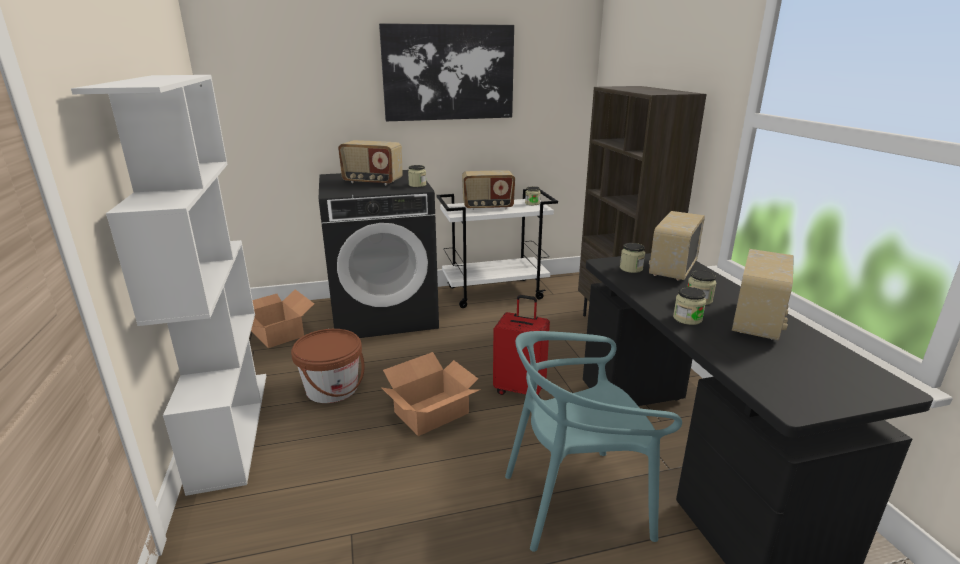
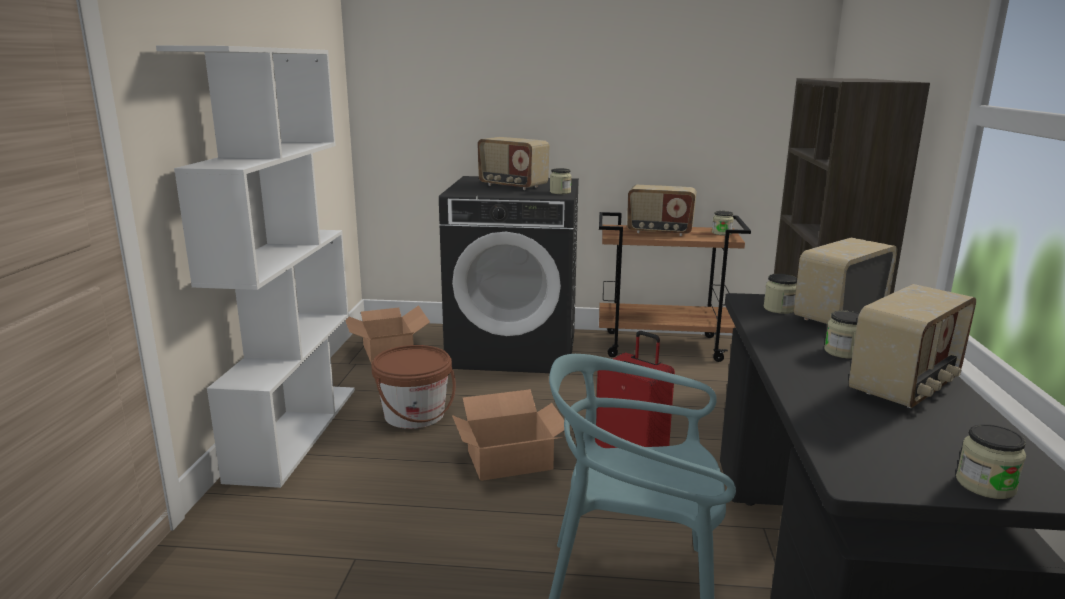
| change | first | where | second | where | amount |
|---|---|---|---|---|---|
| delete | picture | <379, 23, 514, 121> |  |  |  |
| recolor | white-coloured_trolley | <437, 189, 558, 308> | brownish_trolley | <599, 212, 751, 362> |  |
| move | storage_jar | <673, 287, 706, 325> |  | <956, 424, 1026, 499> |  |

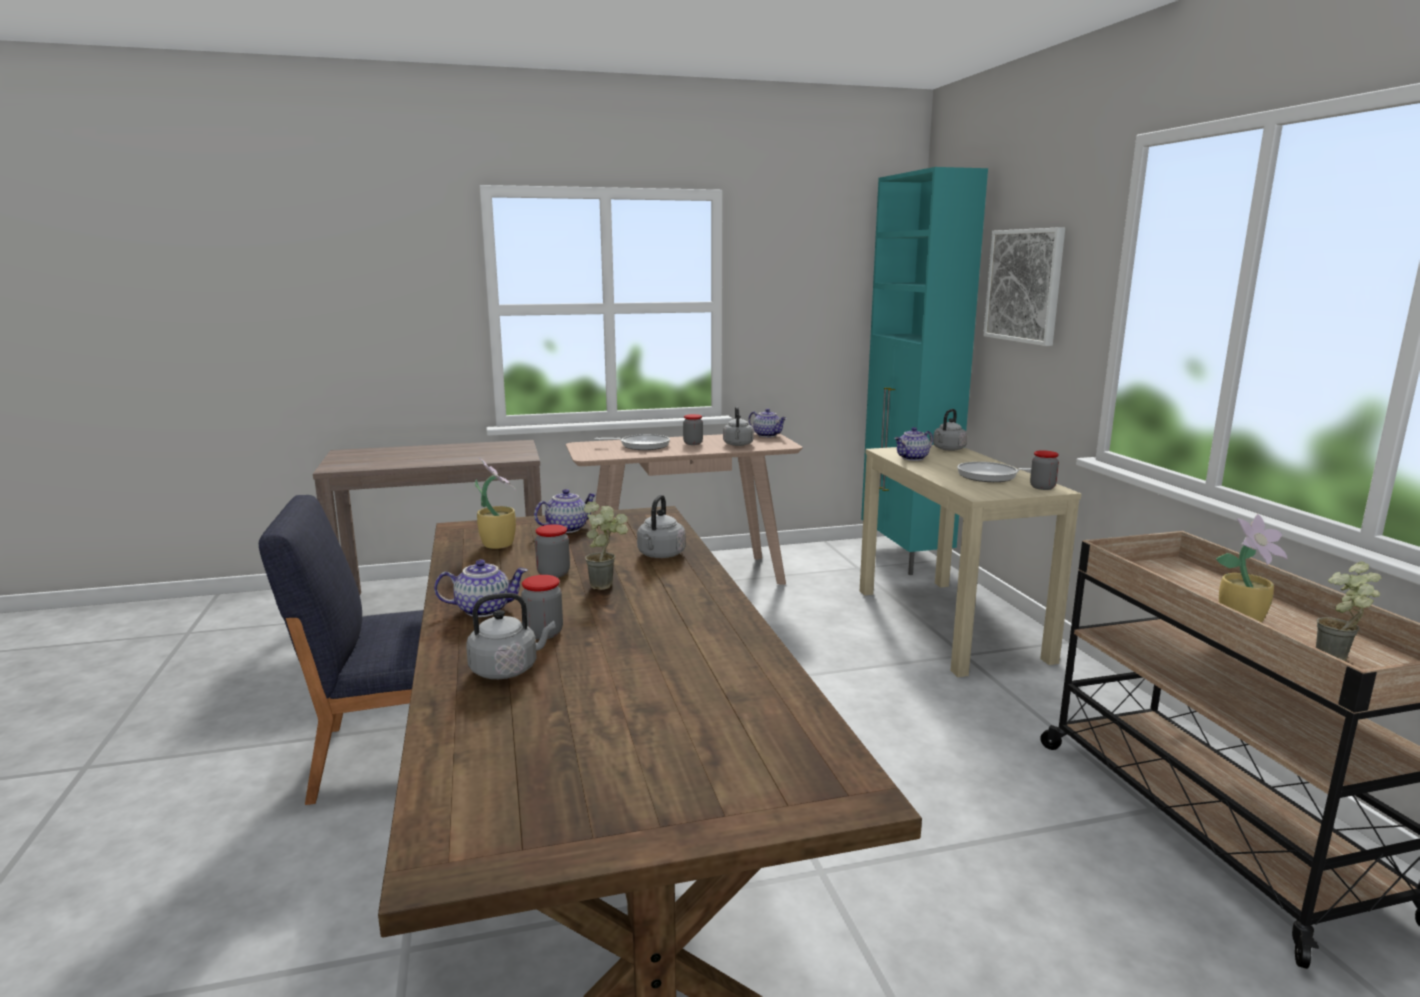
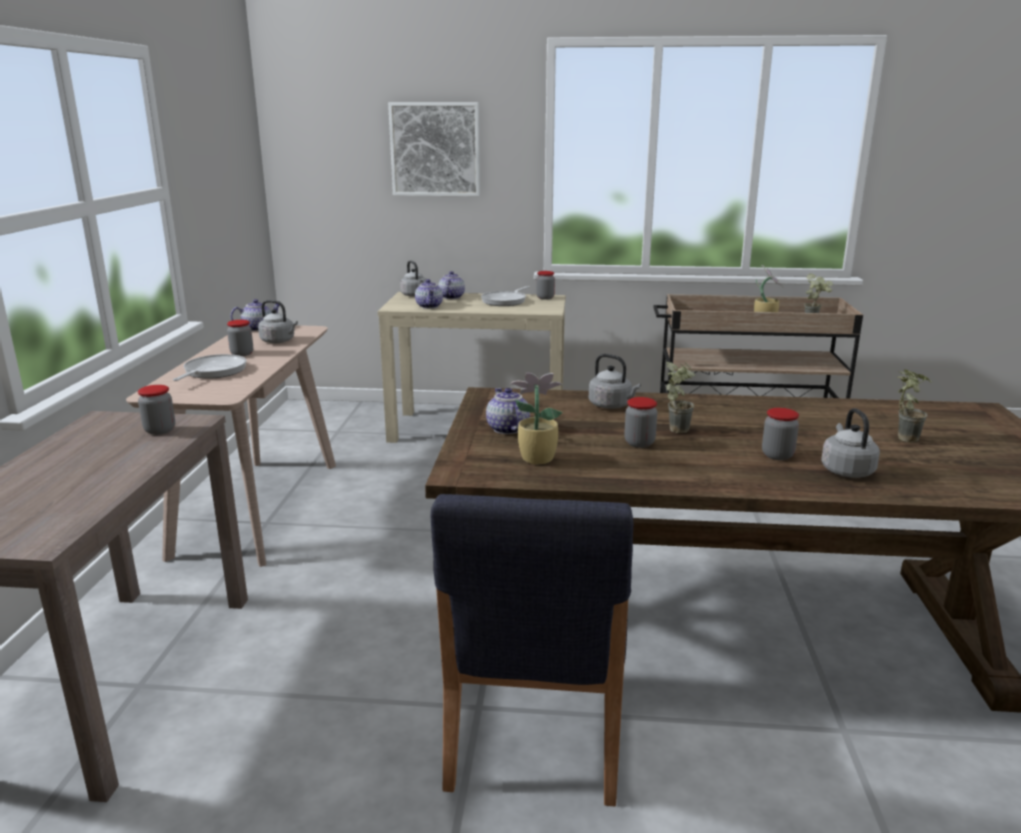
| change | first | where | second | where | amount |
|---|---|---|---|---|---|
| delete | blue-green_storage_cabinet | <861, 167, 988, 575> |  |  |  |
| move | pot_for_tea | <434, 559, 528, 617> |  | <438, 271, 465, 299> |  |
| insert |  |  | plant_in_a_pot | <897, 369, 932, 442> |  |
| insert |  |  | storage_jar | <138, 385, 175, 435> |  |

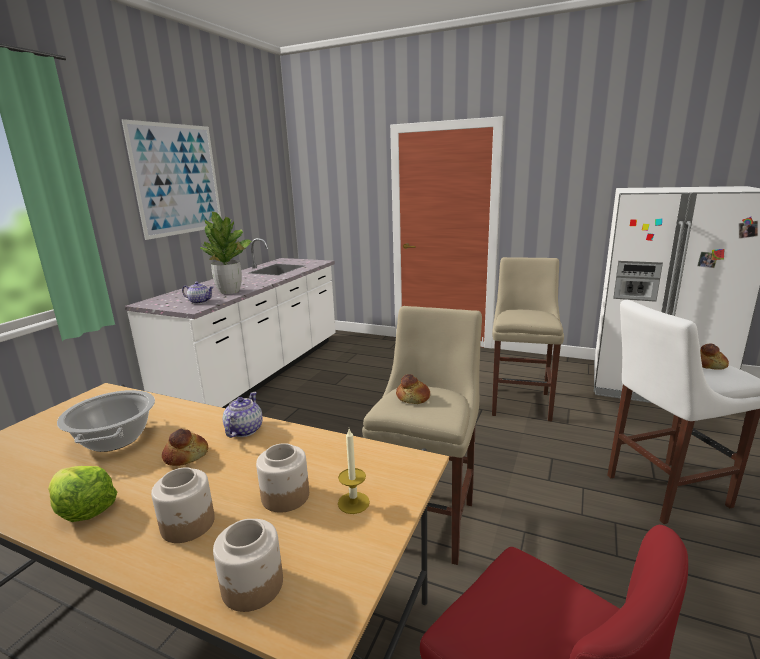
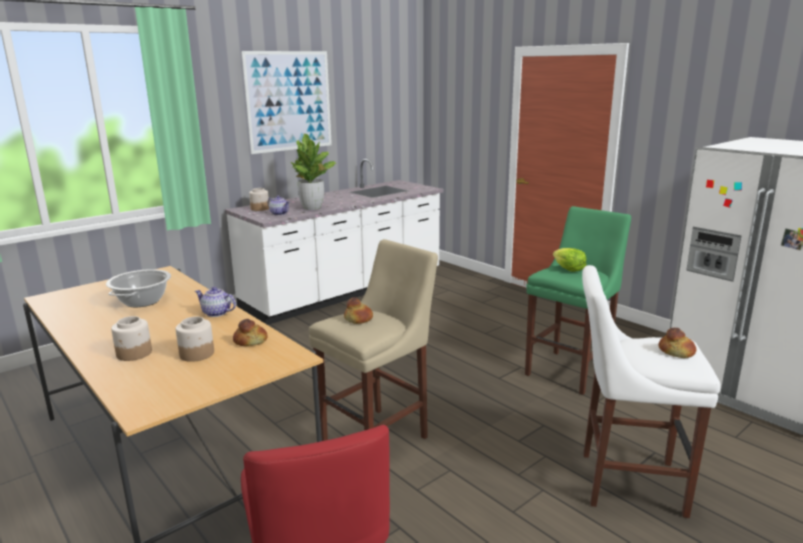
| change | first | where | second | where | amount |
|---|---|---|---|---|---|
| recolor | sand-coloured_stool_seat | <492, 257, 564, 421> | greenish_stool_seat | <525, 206, 631, 395> |  |
| rotate | pot_for_tea | <223, 392, 262, 438> |  | <195, 287, 236, 317> | 105 degrees counterclockwise |
| move | baked_bread | <162, 429, 208, 466> |  | <233, 319, 267, 346> |  |
| delete | wax_candle | <338, 429, 370, 514> |  |  |  |
| move | lettuce_head | <48, 466, 117, 522> |  | <553, 248, 586, 272> |  |
| move | storage_jar | <213, 519, 283, 612> |  | <249, 188, 269, 211> |  |

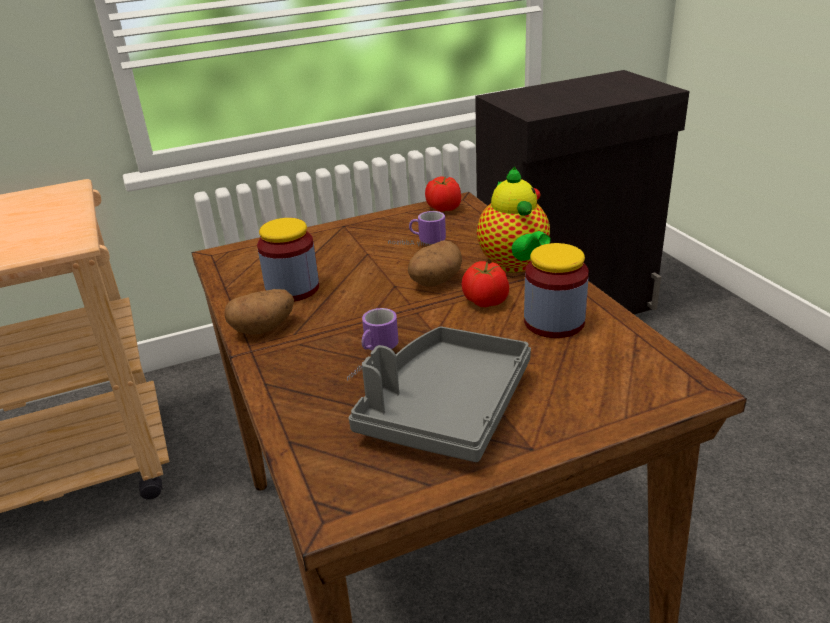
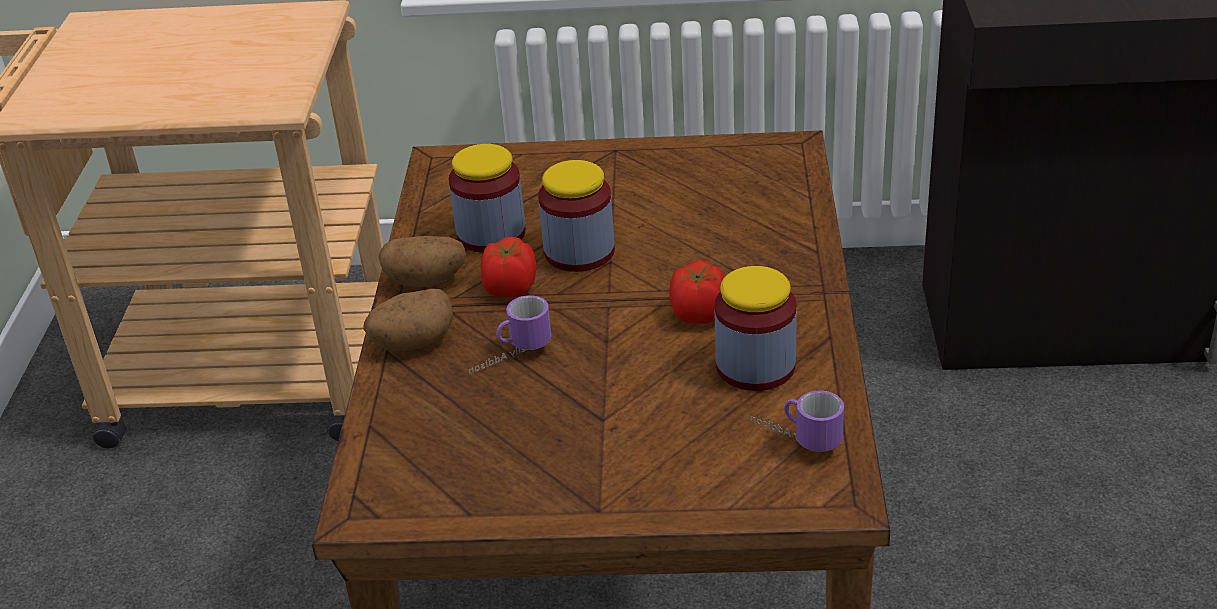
| change | first | where | second | where | amount |
|---|---|---|---|---|---|
| delete | pot_for_tea | <477, 166, 551, 273> |  |  |  |
| move | tomato | <425, 176, 461, 212> |  | <481, 237, 536, 298> |  |
| move | tea_mug | <388, 211, 446, 246> |  | <750, 390, 844, 452> |  |
| move | spud | <408, 240, 462, 287> |  | <363, 289, 453, 352> |  |
| delete | grey_serving_tray | <349, 327, 531, 462> |  |  |  |
| insert |  |  | storage_jar | <538, 160, 615, 272> |  |

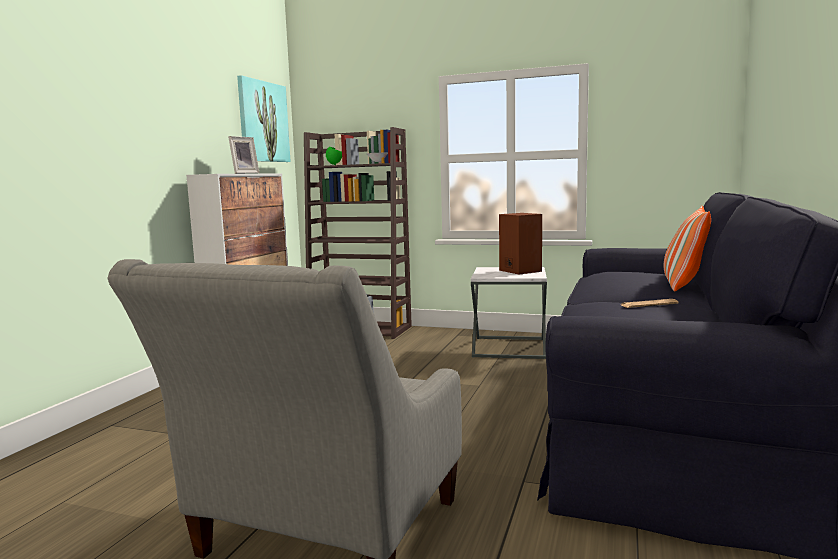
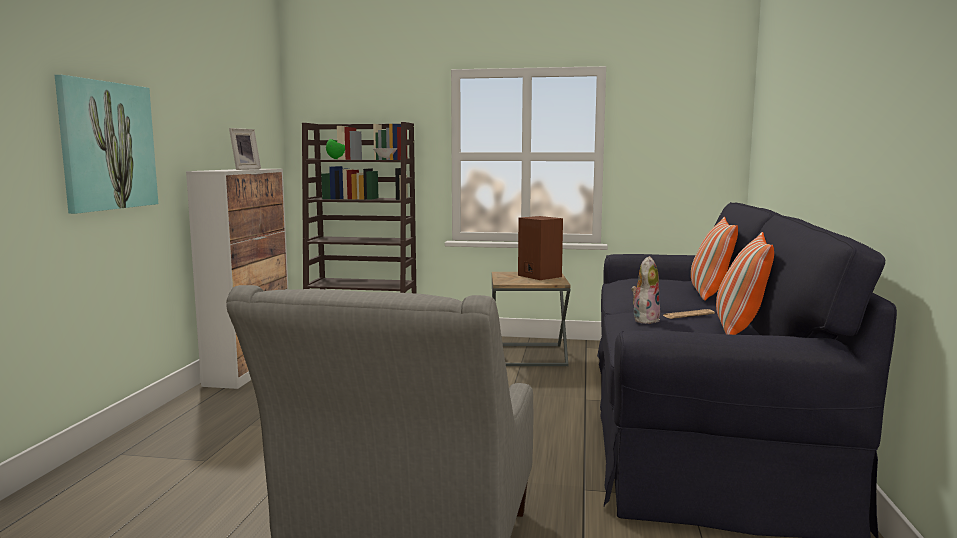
| change | first | where | second | where | amount |
|---|---|---|---|---|---|
| move | picture | <237, 75, 291, 162> |  | <55, 75, 158, 214> |  |
| recolor | white-coloured_end_table | <471, 267, 547, 359> | brownish_end_table | <492, 272, 570, 367> |  |
| insert |  |  | throw_pillow | <716, 232, 774, 335> |  |
| insert |  |  | plush_toy | <631, 256, 660, 324> |  |

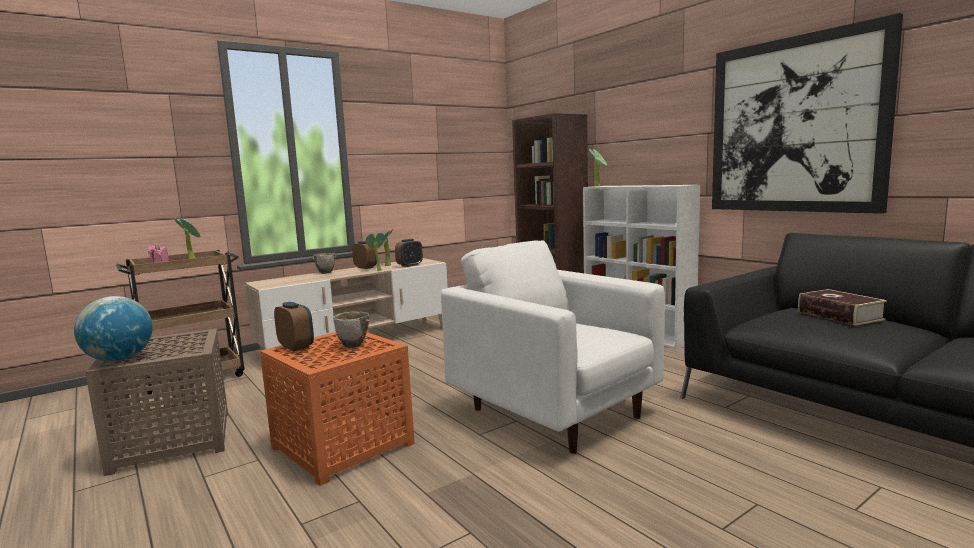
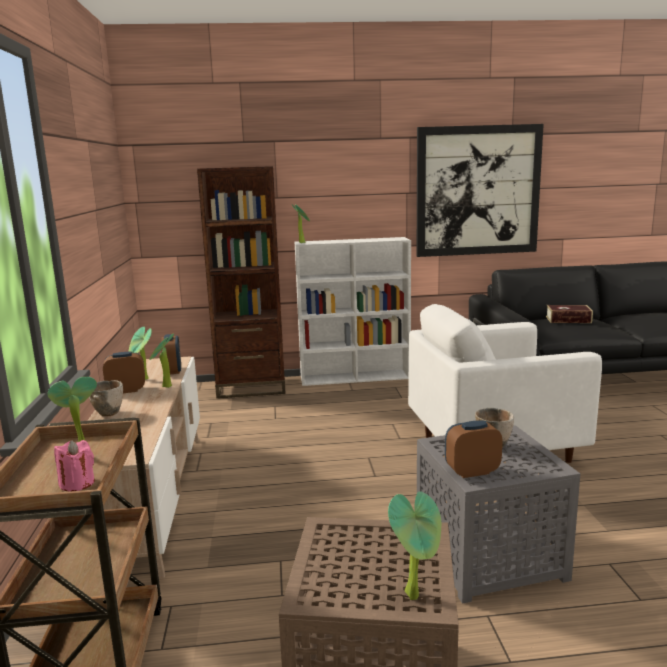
| change | first | where | second | where | amount |
|---|---|---|---|---|---|
| replace | world_globe | <74, 296, 153, 362> | plant_in_a_pot | <388, 491, 441, 600> |  |
| recolor | orange-coloured_end_table | <260, 332, 415, 486> | grey_end_table | <417, 425, 580, 604> |  |

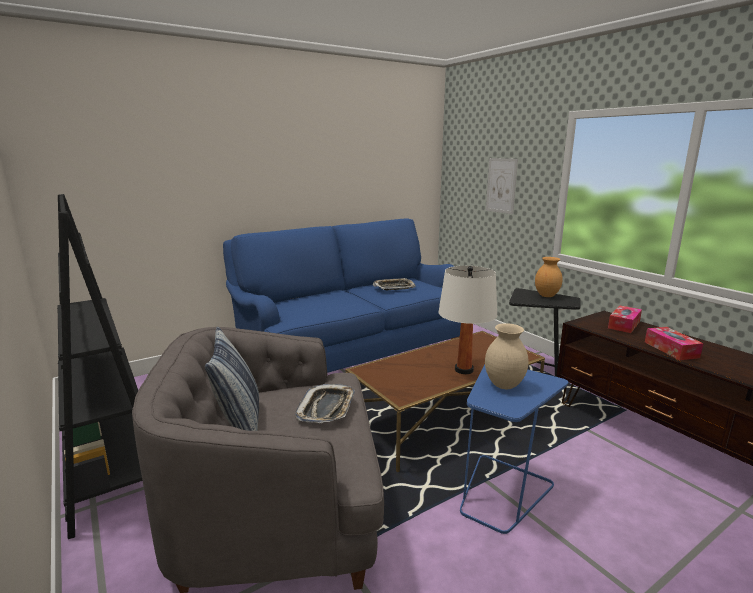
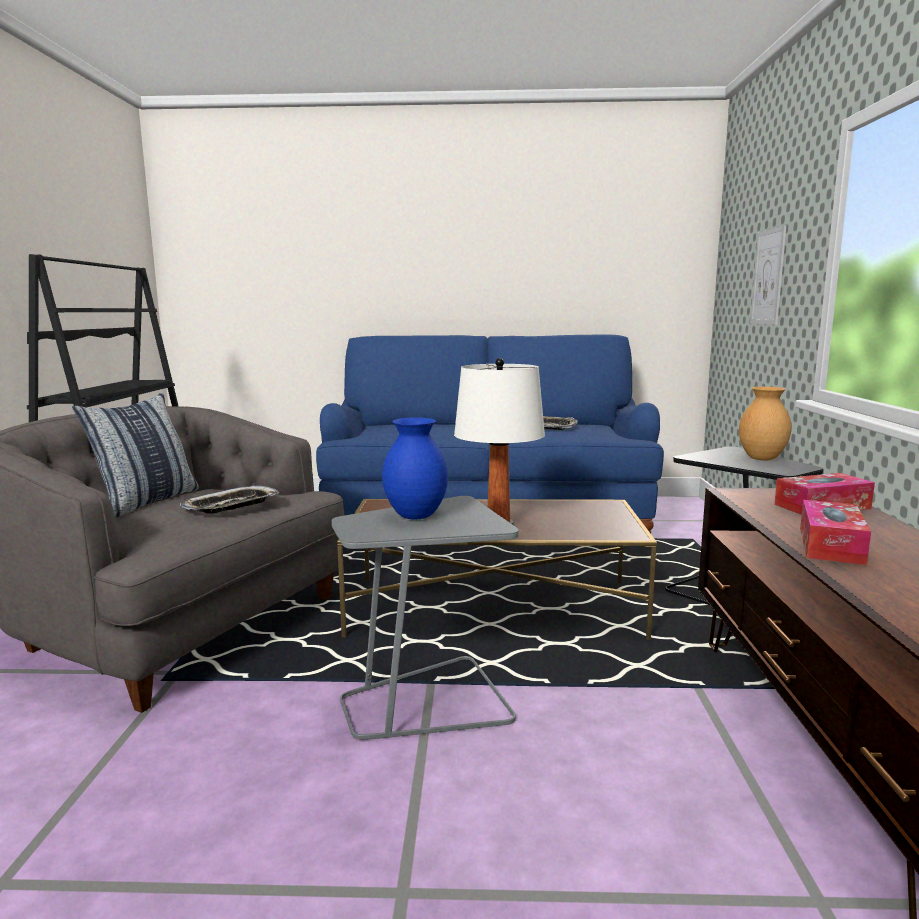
| change | first | where | second | where | amount |
|---|---|---|---|---|---|
| recolor | sand-coloured_flower_vase | <485, 323, 529, 389> | bluish_flower_vase | <382, 418, 448, 520> |  |
| recolor | bluish_end_table | <460, 365, 568, 534> | grey_end_table | <332, 496, 519, 740> |  |

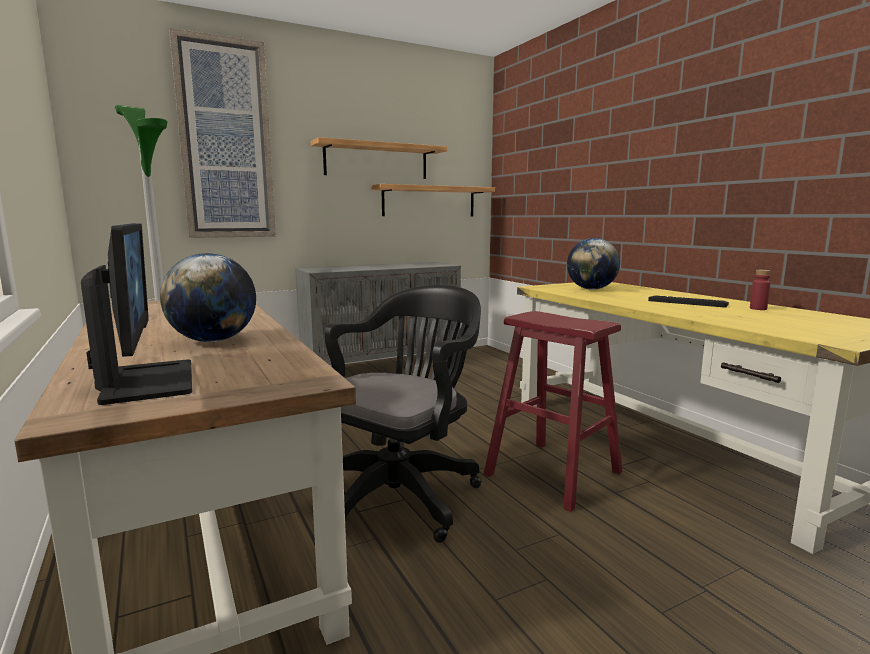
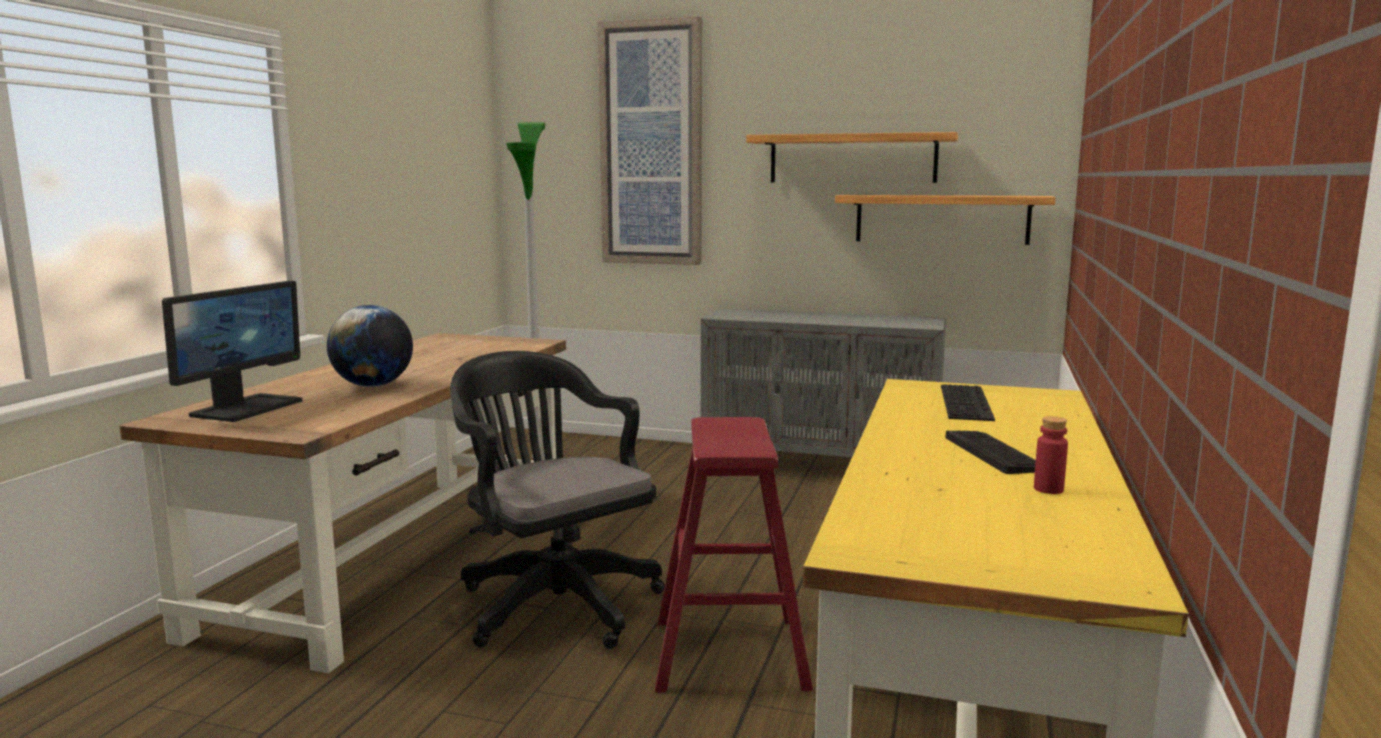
| change | first | where | second | where | amount |
|---|---|---|---|---|---|
| replace | world_globe | <567, 238, 620, 290> | computer_keyboard | <941, 384, 995, 421> |  |
| rotate | black_computer_chair | <325, 285, 482, 543> |  | <450, 351, 665, 649> | 120 degrees counterclockwise |

